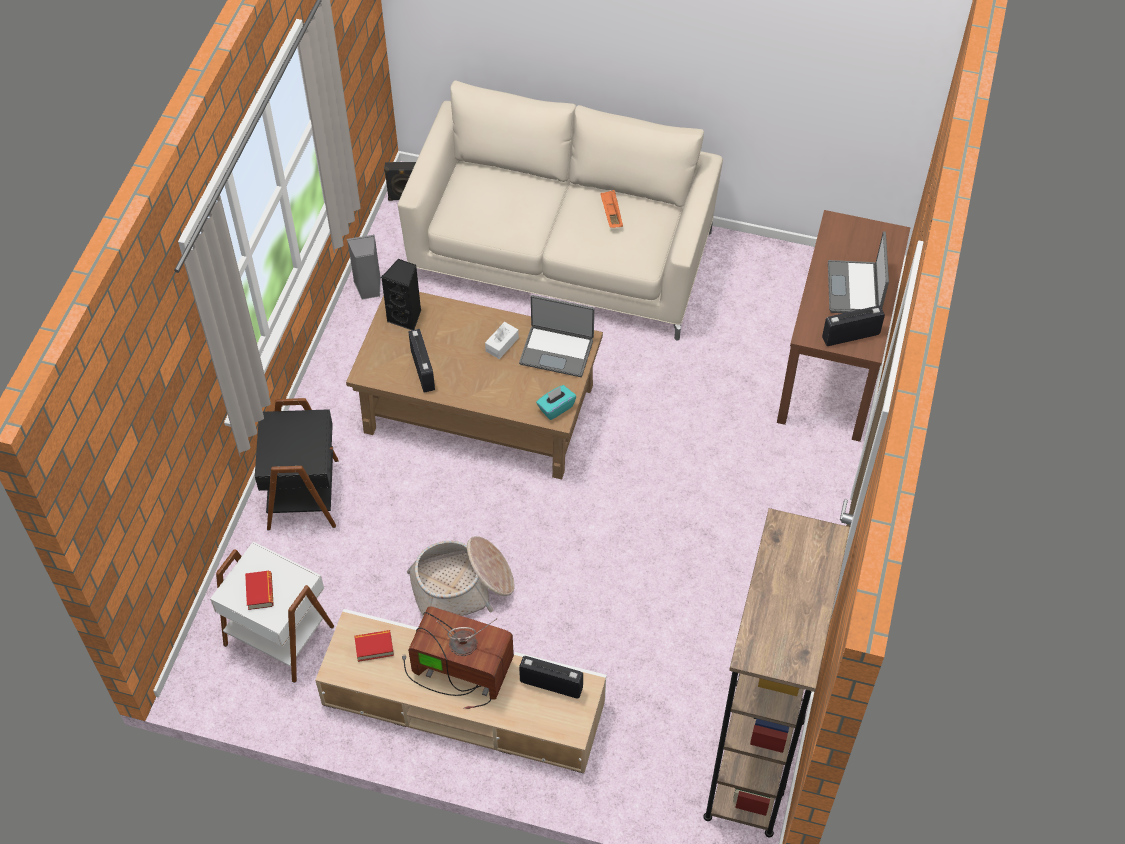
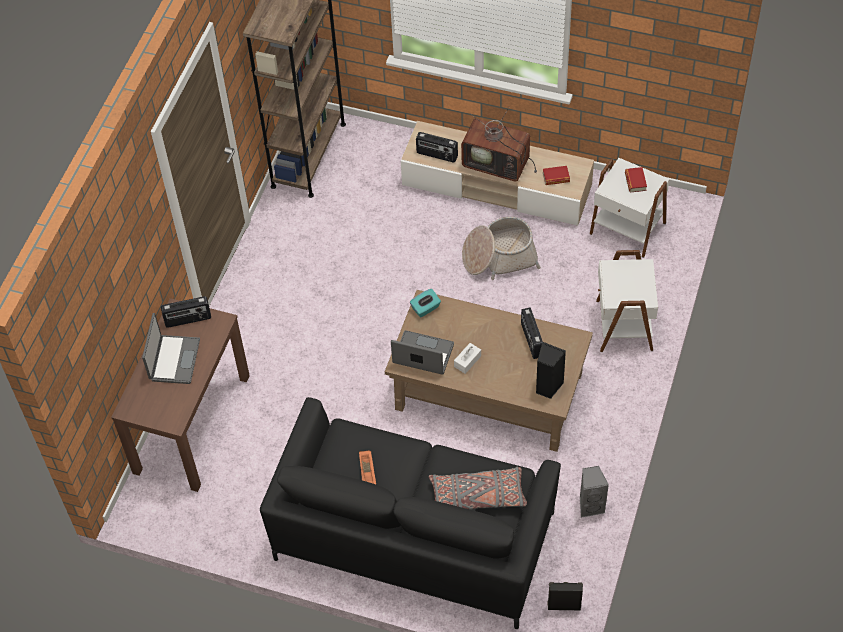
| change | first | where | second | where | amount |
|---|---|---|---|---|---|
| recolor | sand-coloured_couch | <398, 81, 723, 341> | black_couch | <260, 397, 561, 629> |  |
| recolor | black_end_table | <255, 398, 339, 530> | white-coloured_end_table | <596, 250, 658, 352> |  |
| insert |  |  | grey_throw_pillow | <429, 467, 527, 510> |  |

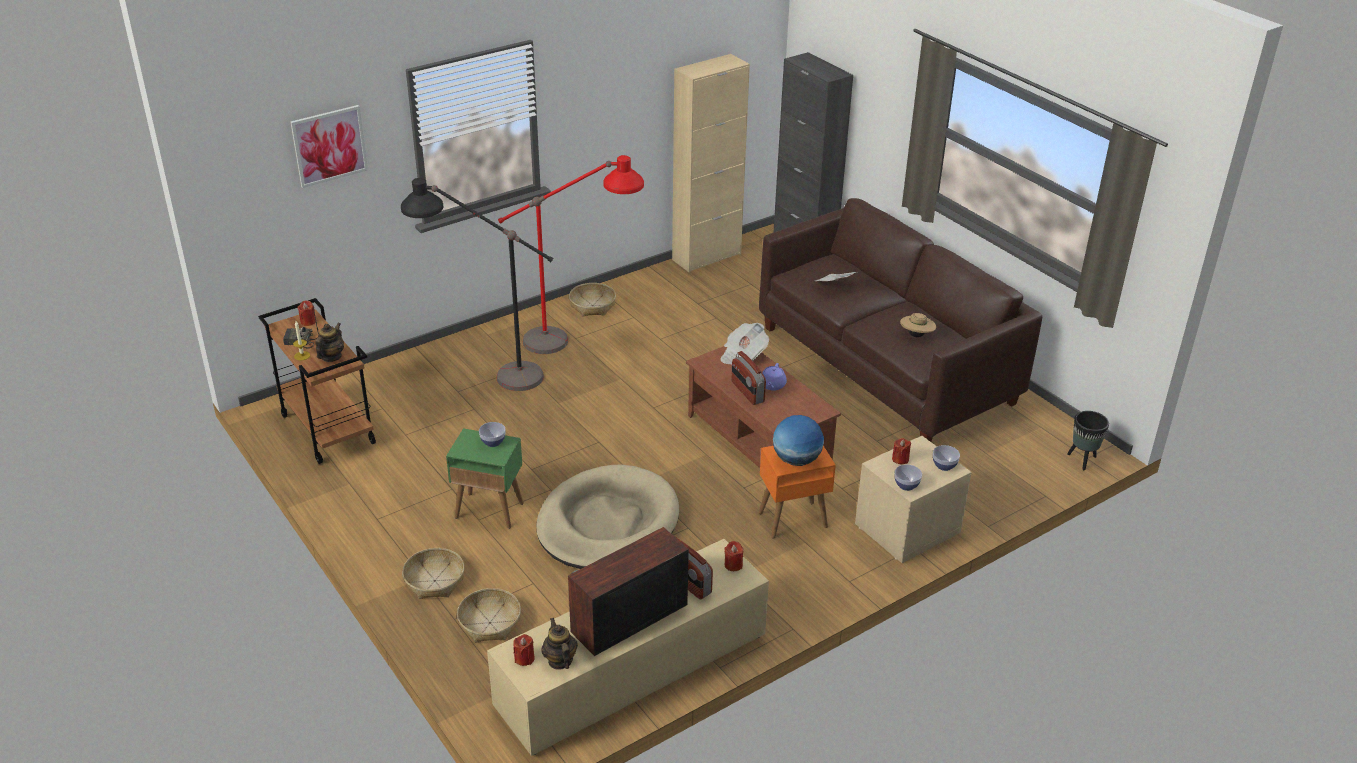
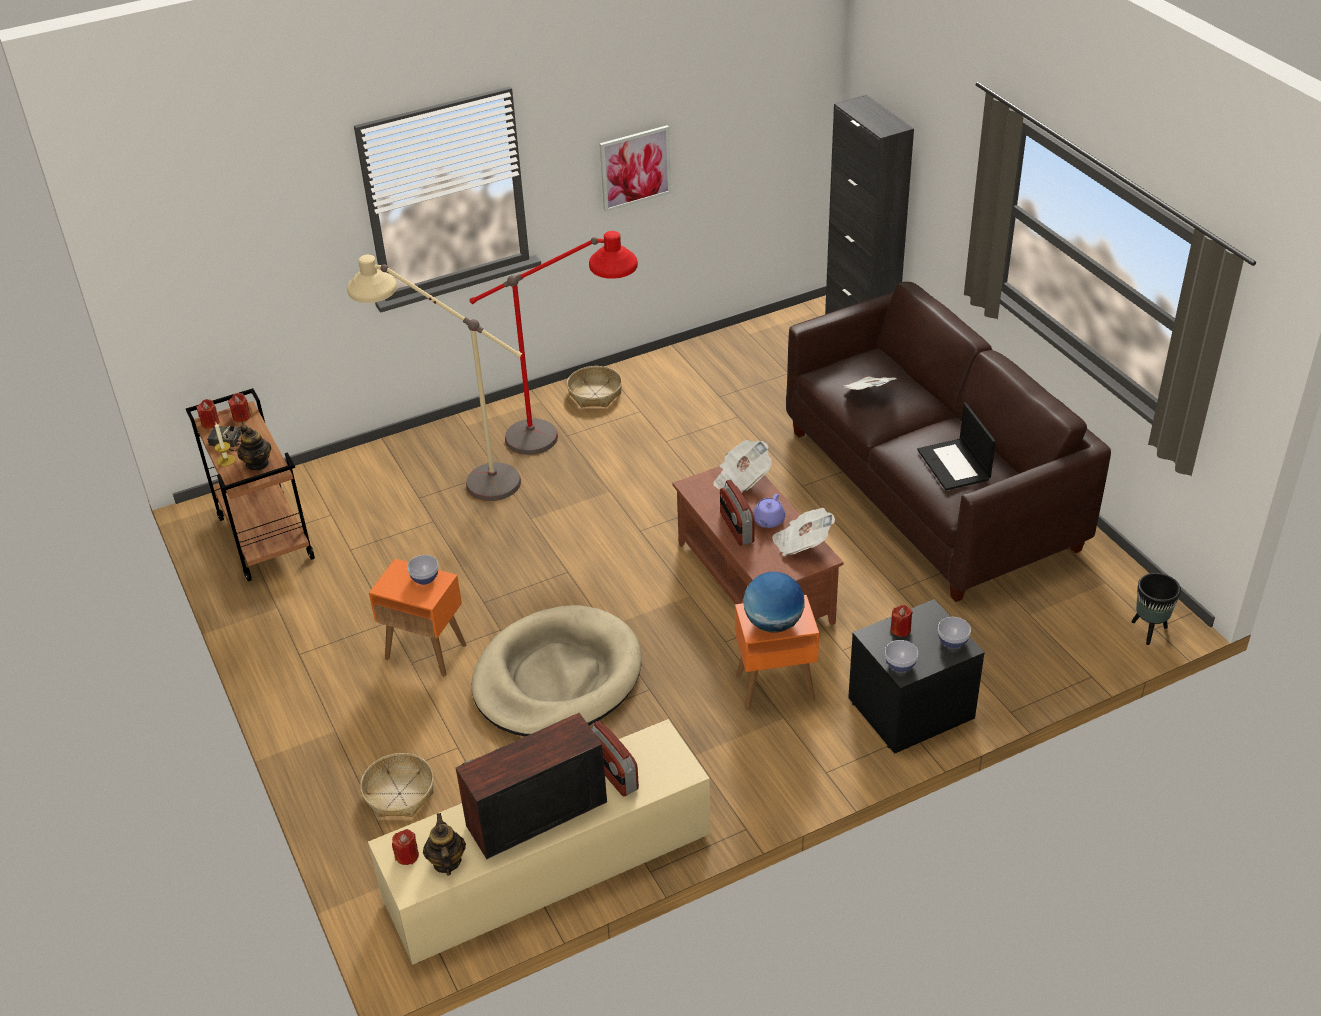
| change | first | where | second | where | amount |
|---|---|---|---|---|---|
| delete | sand-coloured_storage_cabinet | <672, 54, 750, 272> |  |  |  |
| move | picture | <290, 105, 368, 188> |  | <600, 125, 671, 212> |  |
| recolor | black_floor_lamp | <401, 178, 553, 391> | sand-coloured_floor_lamp | <347, 255, 522, 501> |  |
| replace | sand-coloured_wearable_hat | <900, 313, 936, 337> | portable_computer | <917, 403, 996, 490> |  |
| rotate | pot_for_tea | <315, 323, 344, 362> |  | <237, 425, 271, 470> | 120 degrees clockwise |
| recolor | greenish_end_table | <446, 428, 524, 529> | orange-coloured_end_table | <369, 559, 467, 676> |  |
| recolor | sand-coloured_nightstand | <855, 436, 972, 563> | black_nightstand | <848, 599, 985, 754> |  |
| move | red-coloured_wax_candle | <724, 541, 743, 571> |  | <196, 399, 220, 429> |  |
| delete | household_basket | <402, 548, 464, 599> |  |  |  |
| insert |  |  | printed_paper | <772, 508, 835, 556> |  |

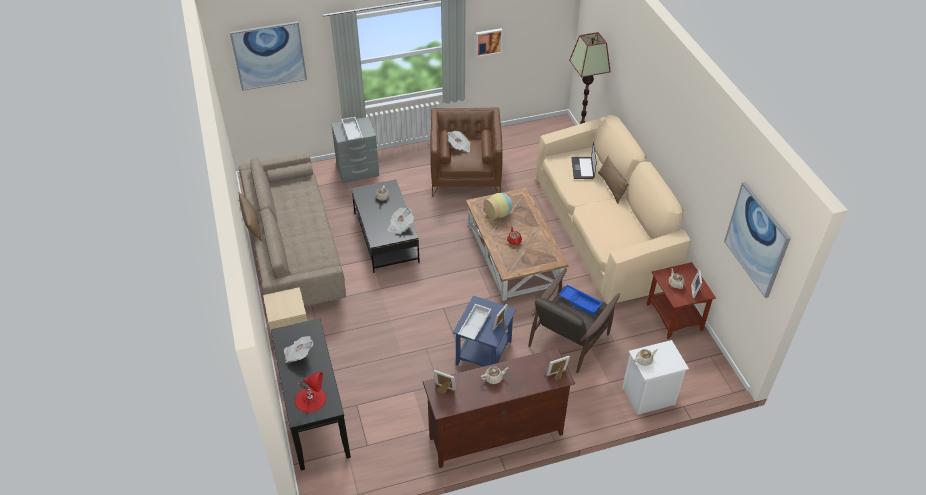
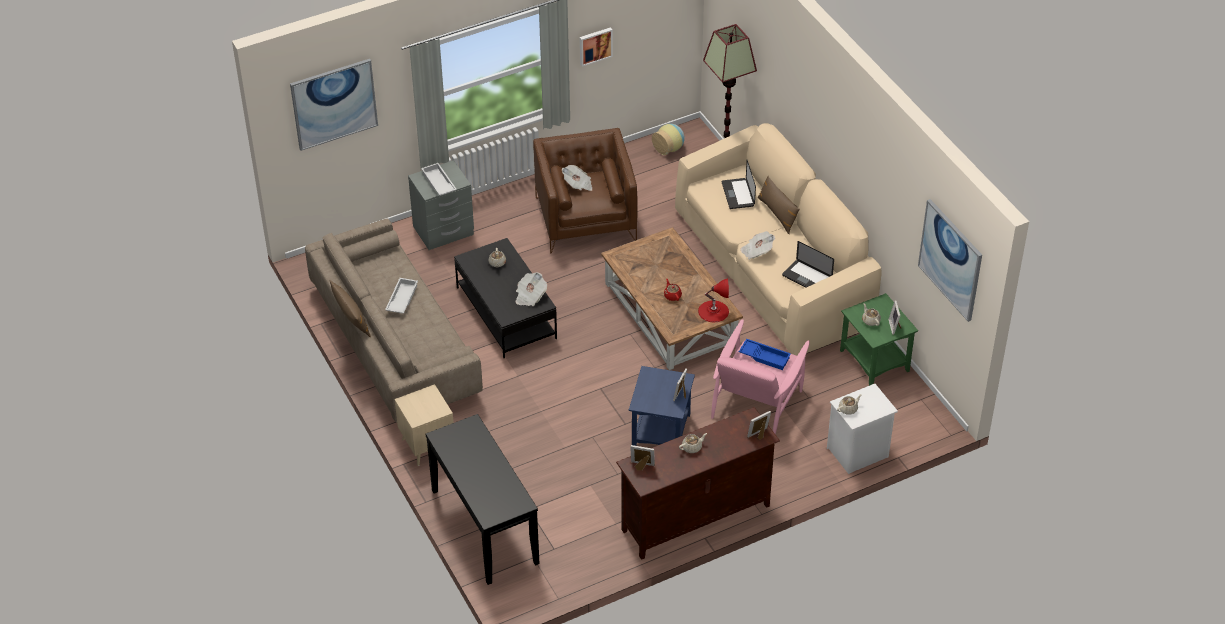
| change | first | where | second | where | amount |
|---|---|---|---|---|---|
| move | flower_vase | <484, 193, 512, 220> |  | <652, 124, 685, 155> |  |
| recolor | brownish_end_table | <647, 262, 716, 339> | greenish_end_table | <840, 293, 918, 386> |  |
| recolor | brownish_lounge_chair | <528, 268, 620, 373> | pinkish_lounge_chair | <711, 319, 810, 434> |  |
| move | white-coloured_serving_tray | <458, 304, 491, 340> |  | <385, 278, 418, 313> |  |
| move | printed_paper | <284, 336, 313, 363> |  | <740, 231, 775, 260> |  |
| move | red-coloured_lamp_for_a_table | <295, 372, 326, 413> |  | <698, 278, 729, 322> |  |
| insert |  |  | portable_computer | <782, 241, 834, 288> |  |

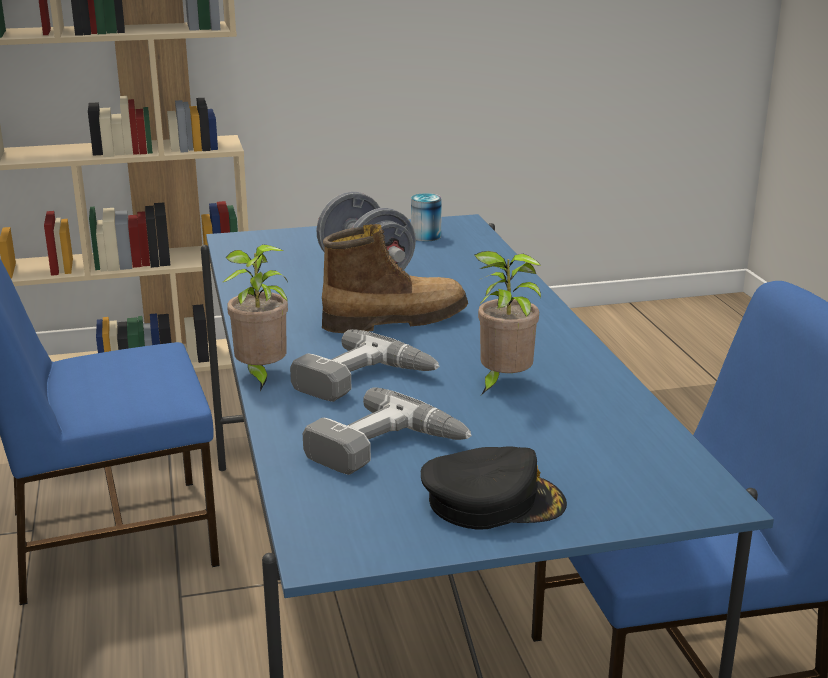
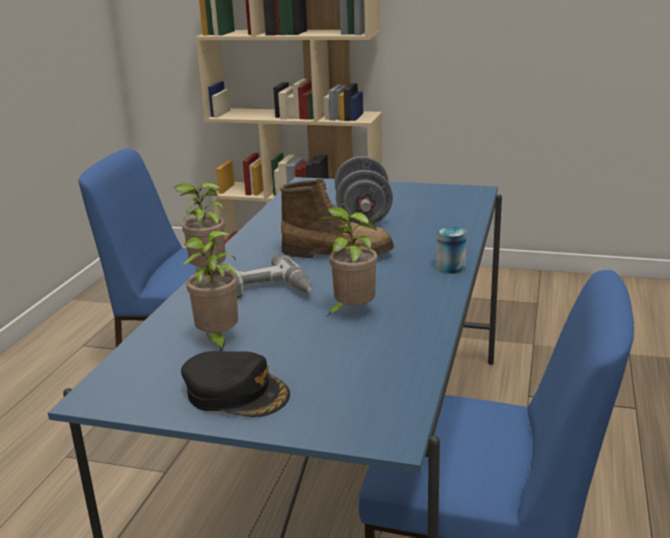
| change | first | where | second | where | amount |
|---|---|---|---|---|---|
| move | metal_can | <411, 193, 442, 241> |  | <436, 226, 467, 274> |  |
| replace | power_drill | <303, 388, 472, 475> | plant_in_a_pot | <182, 231, 238, 351> |  |

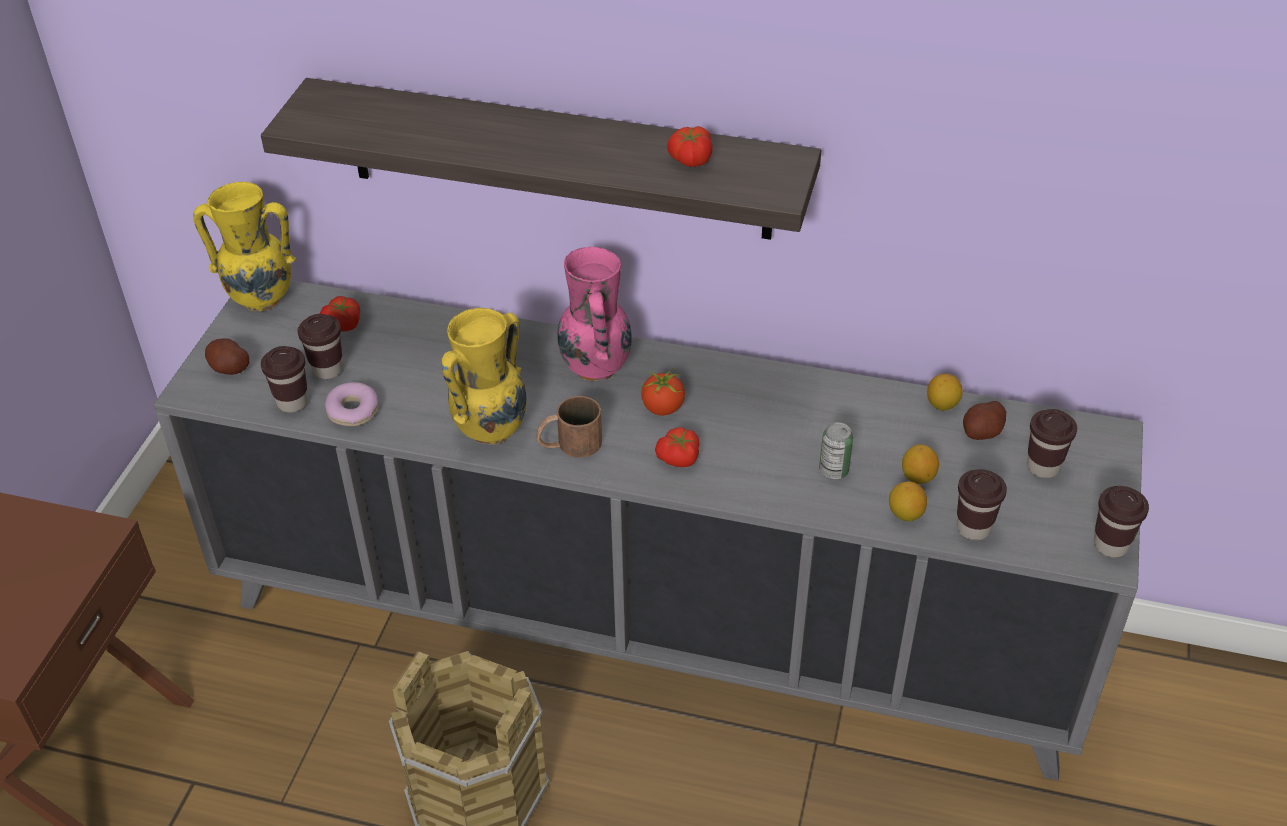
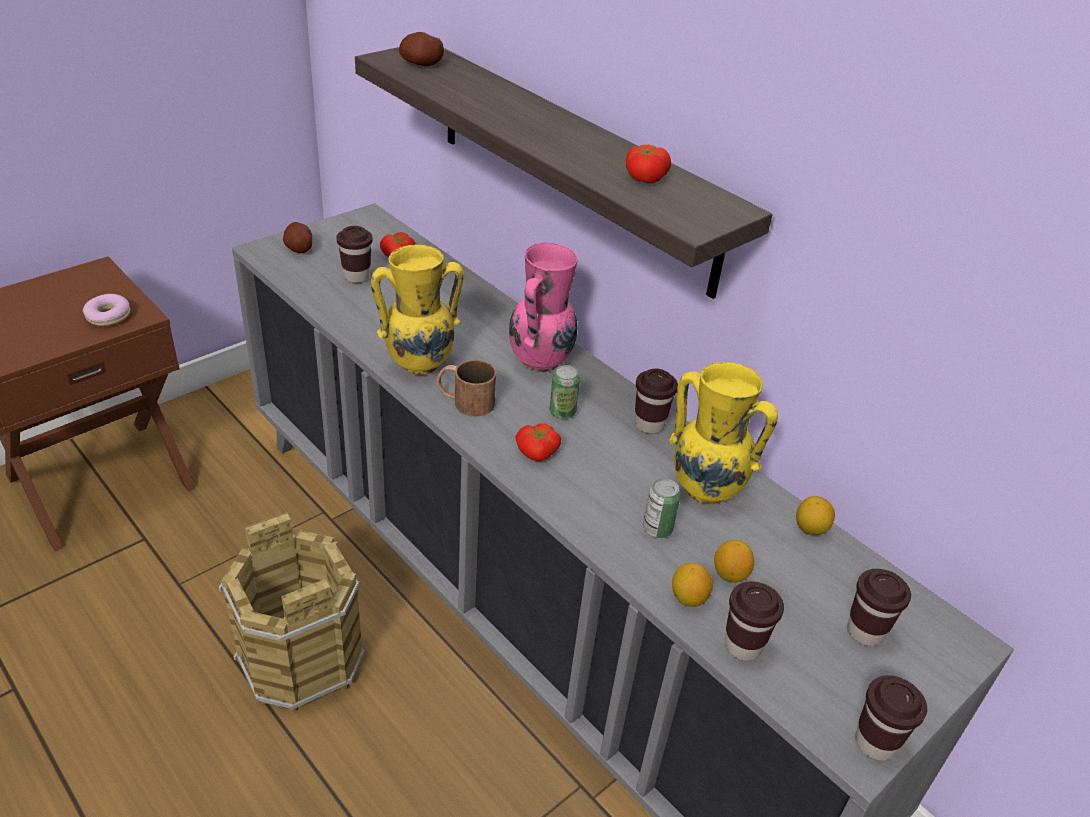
| change | first | where | second | where | amount |
|---|---|---|---|---|---|
| move | yellowish_flower_vase | <193, 182, 296, 311> |  | <669, 362, 778, 505> |  |
| move | brownish_small_cup | <261, 346, 308, 413> |  | <635, 369, 678, 434> |  |
| replace | tomato | <641, 368, 685, 416> | metal_can | <550, 365, 580, 419> |  |
| move | ring_doughnut | <325, 382, 378, 426> |  | <83, 294, 130, 326> |  |
| move | spud | <963, 401, 1006, 440> |  | <399, 32, 444, 66> |  |

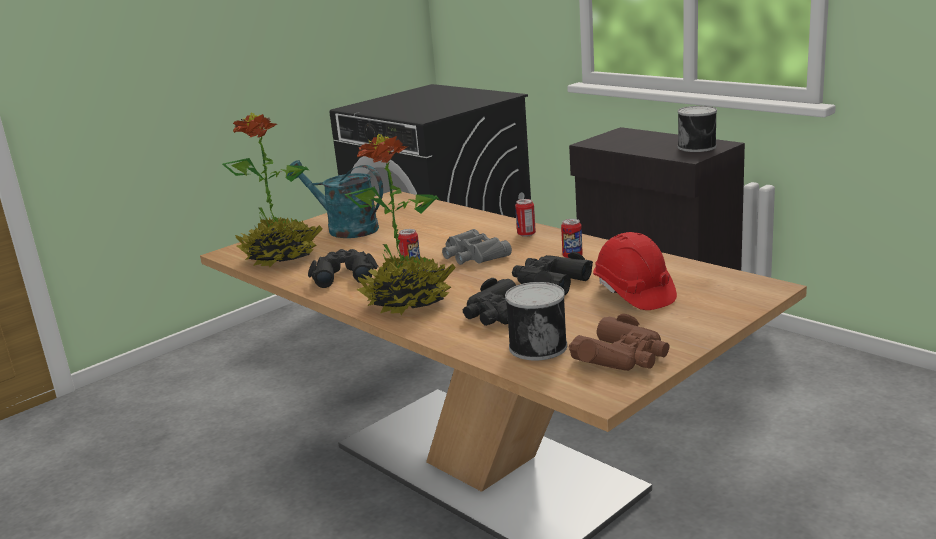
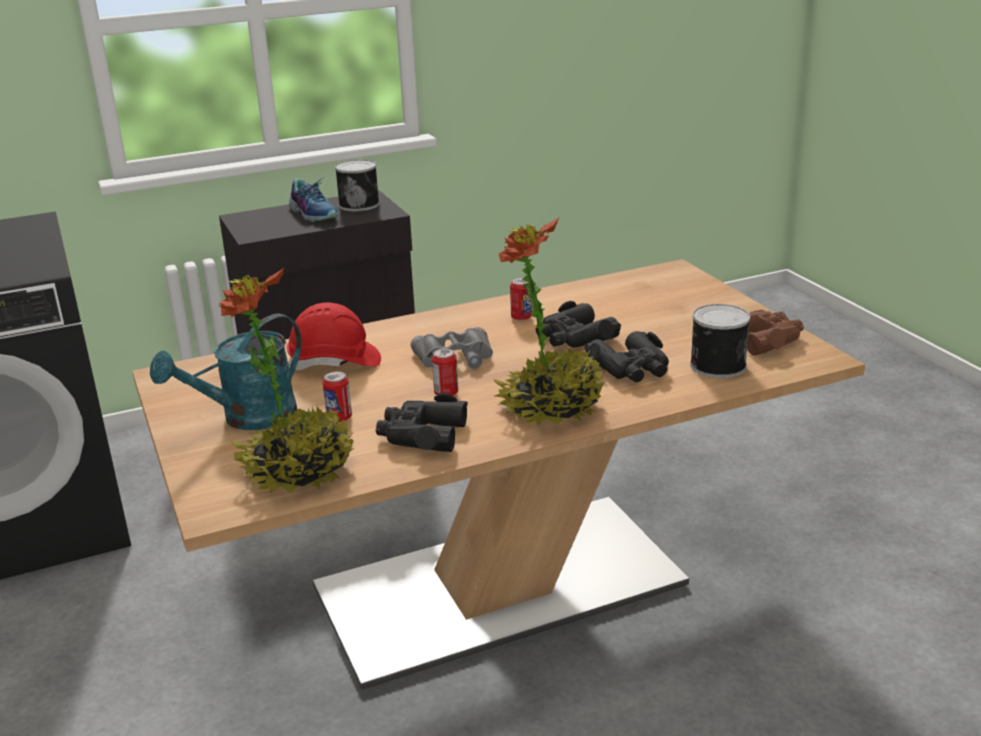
| change | first | where | second | where | amount |
|---|---|---|---|---|---|
| move | metal_can | <515, 199, 536, 237> |  | <323, 371, 352, 422> |  |
| move | red-coloured_hard_hat | <593, 232, 677, 310> |  | <287, 302, 381, 370> |  |
| insert |  |  | low_shoe | <289, 178, 339, 223> |  |

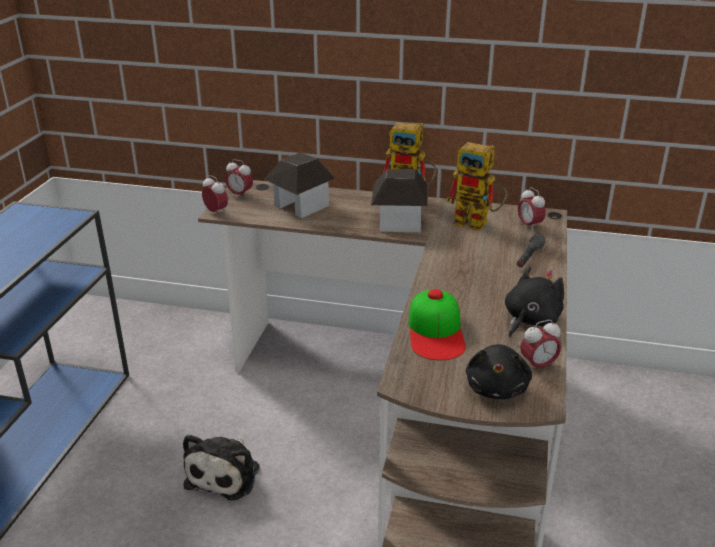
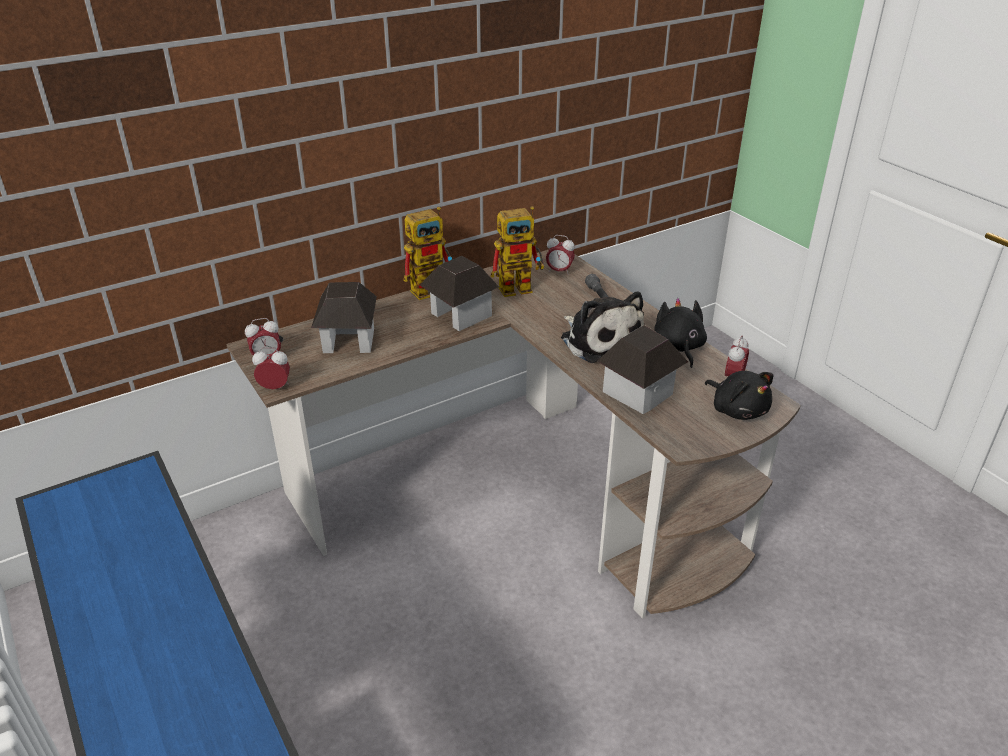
| change | first | where | second | where | amount |
|---|---|---|---|---|---|
| replace | cap | <409, 289, 466, 360> | model_house | <597, 325, 688, 414> |  |
| move | plush_toy | <183, 434, 260, 501> |  | <561, 291, 644, 363> |  |

